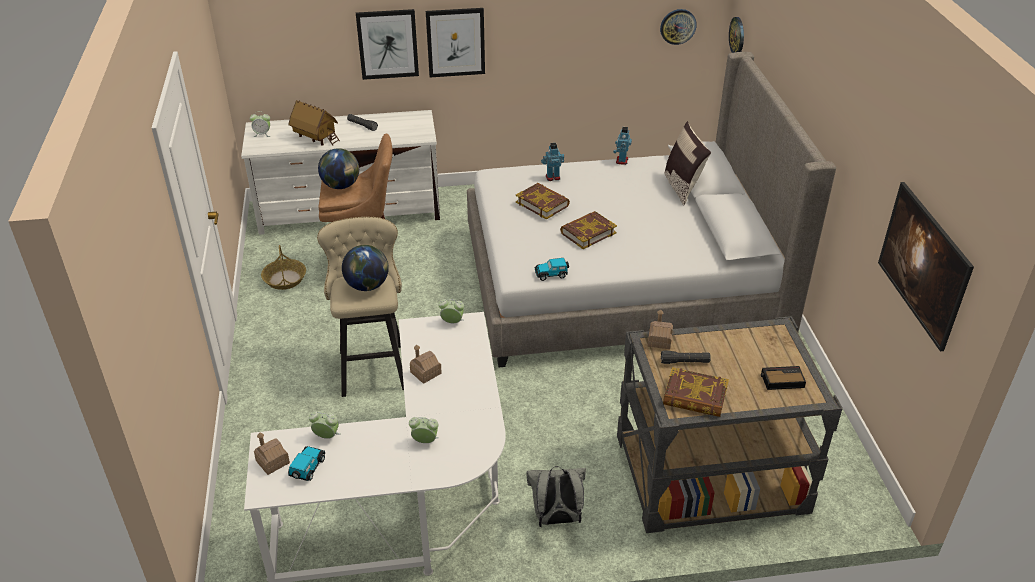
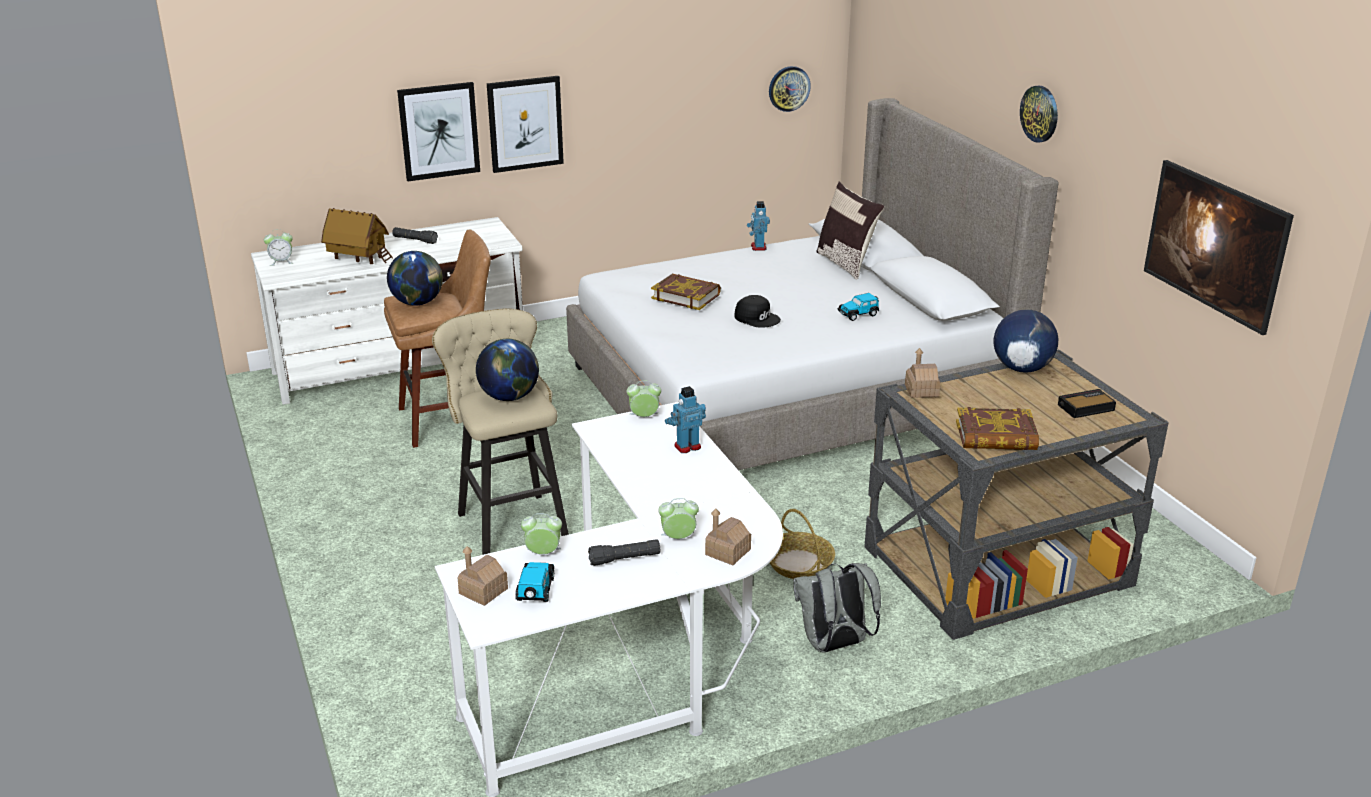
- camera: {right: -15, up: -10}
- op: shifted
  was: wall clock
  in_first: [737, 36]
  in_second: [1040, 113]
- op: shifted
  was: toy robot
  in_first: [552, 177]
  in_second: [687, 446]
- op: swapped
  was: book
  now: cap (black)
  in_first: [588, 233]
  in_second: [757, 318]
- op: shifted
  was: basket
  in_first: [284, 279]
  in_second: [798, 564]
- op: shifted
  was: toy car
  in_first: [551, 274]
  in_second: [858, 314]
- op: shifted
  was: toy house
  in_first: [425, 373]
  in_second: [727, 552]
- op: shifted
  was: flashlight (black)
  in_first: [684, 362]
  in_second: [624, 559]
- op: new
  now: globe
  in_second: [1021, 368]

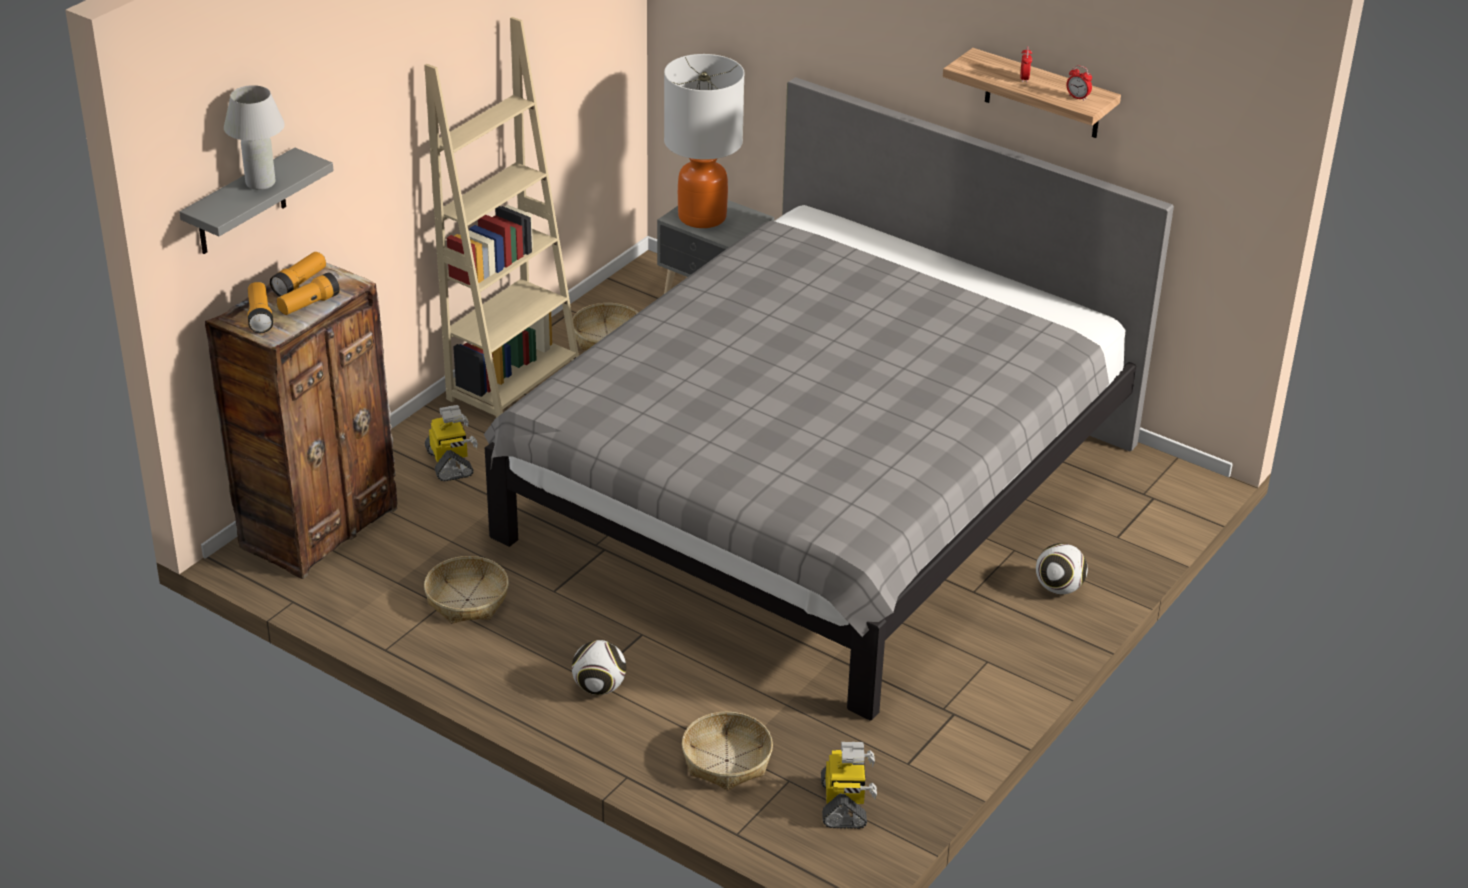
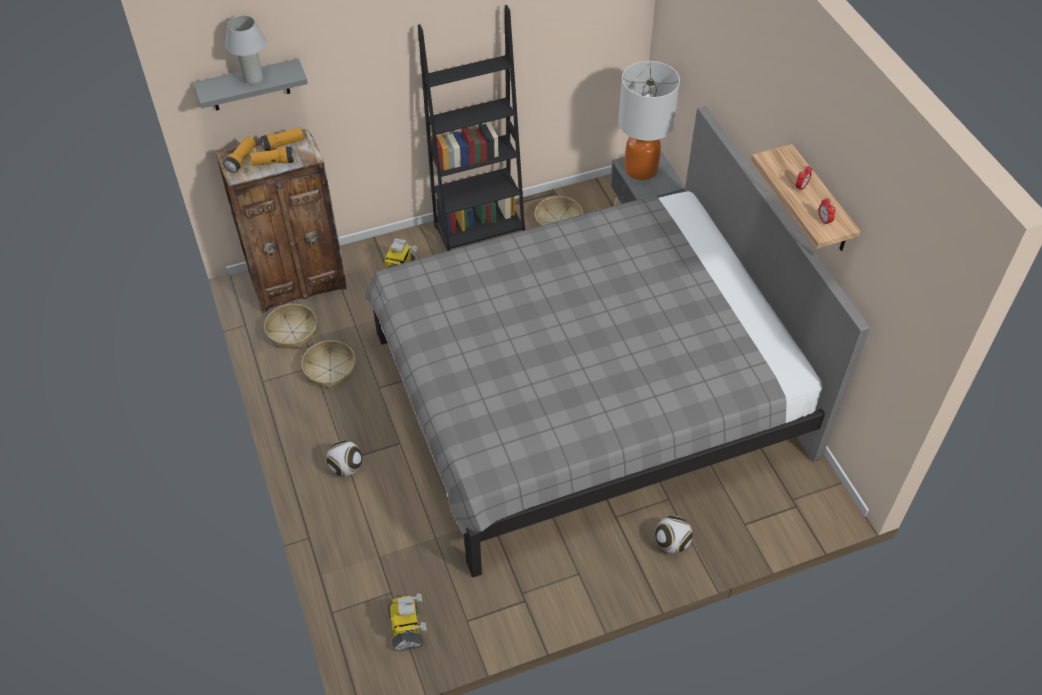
- camera: {right: 35, up: 15}
- op: repainted
  was: bookcase (beige)
  now: bookcase (black)
  in_first: [513, 383]
  in_second: [479, 230]
- op: shifted
  was: basket
  in_first: [727, 760]
  in_second: [292, 332]
- op: rotated
  was: toy robot
  in_first: [845, 804]
  in_second: [406, 628]
  clockwise: -45

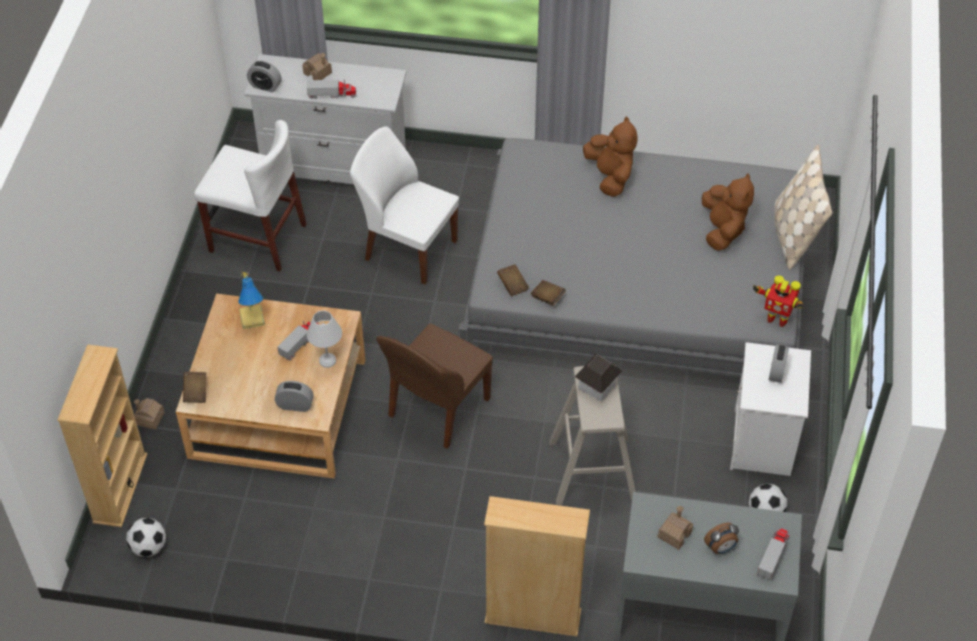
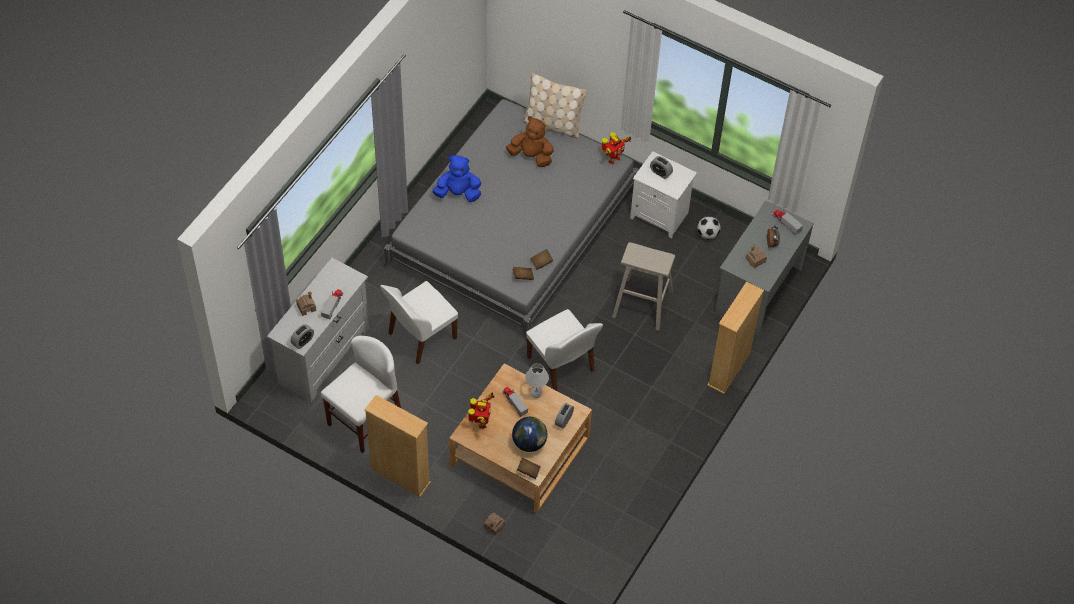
- camera: {right: -70, up: 5}
- op: repainted
  was: plush toy (brown)
  now: plush toy (blue)
  in_first: [610, 176]
  in_second: [458, 193]
- op: swapped
  was: table lamp
  now: toy robot
  in_first: [253, 318]
  in_second: [481, 423]
- op: repainted
  was: chair (brown)
  now: chair (white)
  in_first: [437, 409]
  in_second: [561, 365]
- op: shifted
  was: bookcase (beige)
  in_first: [120, 488]
  in_second: [400, 476]
- op: gone
  was: toy house
  in_first: [597, 386]
- op: gone
  was: football
  in_first: [149, 547]
- op: new
  now: globe
  in_second: [529, 443]

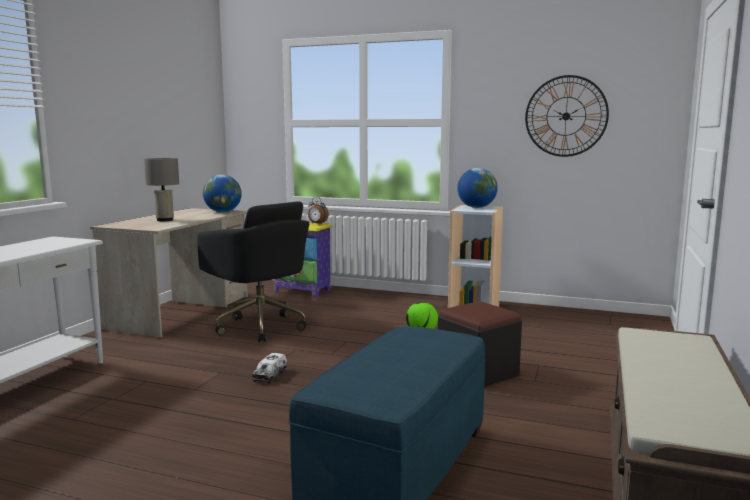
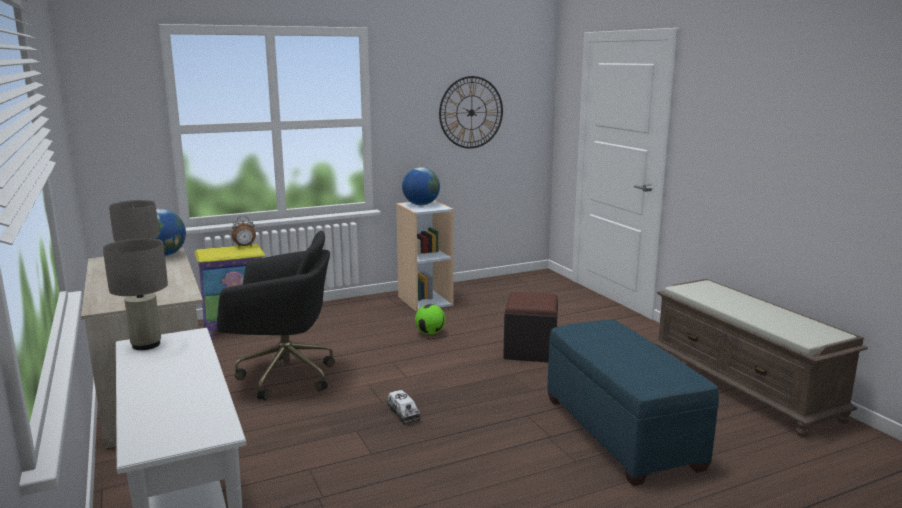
- camera: {right: -45, up: 5}
- op: new
  now: table lamp (grey)
  in_second: [145, 345]

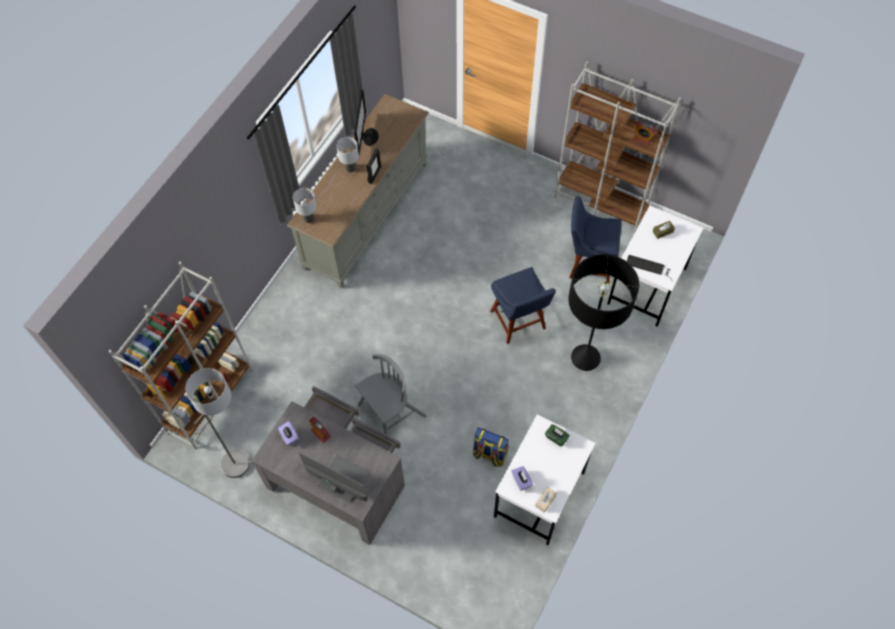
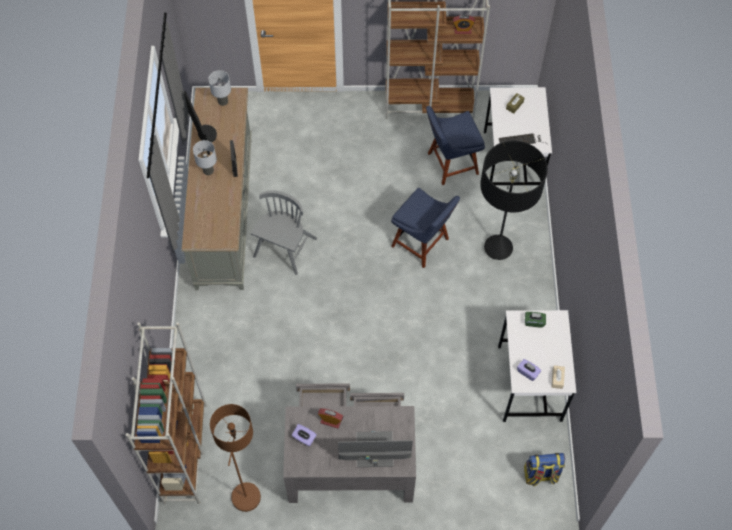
- camera: {right: -30, up: 0}
- op: shifted
  was: table lamp (white)
  in_first: [308, 219]
  in_second: [222, 102]
- op: shifted
  was: chair (grey)
  in_first: [388, 412]
  in_second: [283, 250]
- op: repainted
  was: floor lamp (grey)
  now: floor lamp (brown)
  in_first: [241, 458]
  in_second: [247, 488]
- op: shifted
  was: backpack
  in_first: [489, 454]
  in_second: [540, 475]

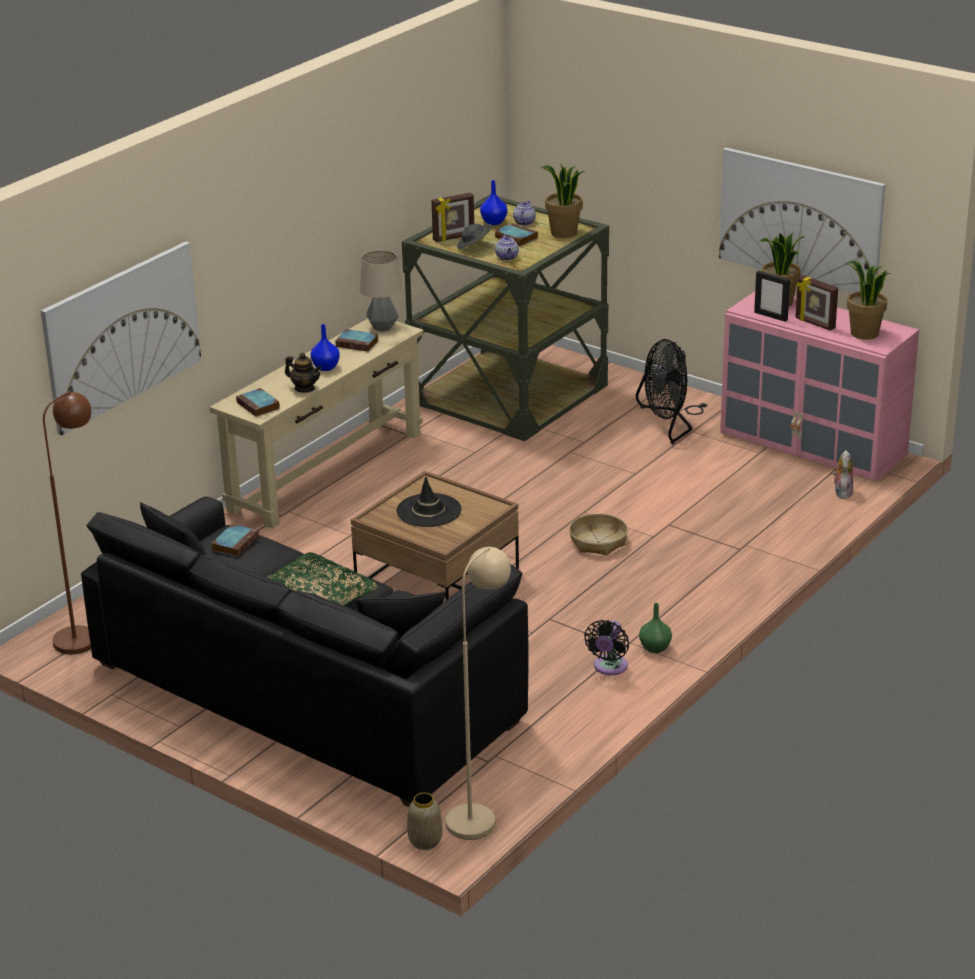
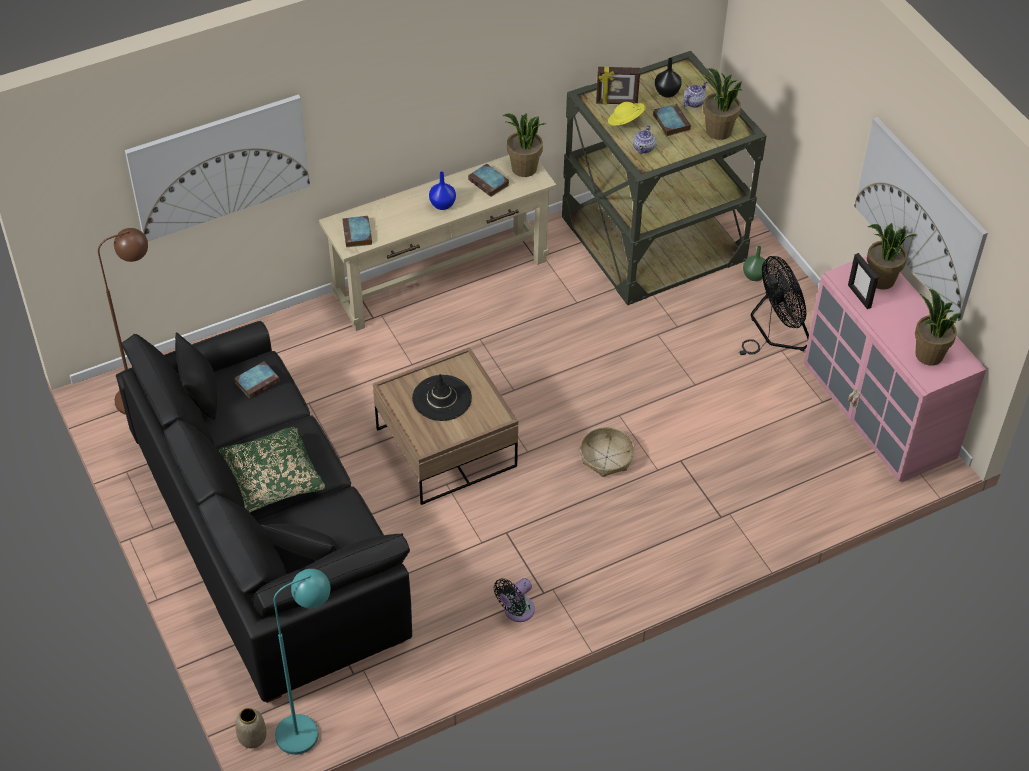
- camera: {right: 25, up: 20}
- op: repainted
  was: vase (blue)
  now: vase (black)
  in_first: [494, 222]
  in_second: [667, 92]
- op: repainted
  was: hat (grey)
  now: hat (yellow)
  in_first: [474, 245]
  in_second: [625, 122]
- op: swapped
  was: table lamp
  now: potted plant
  in_first: [383, 327]
  in_second: [524, 169]
- op: gone
  was: picture frame
  in_first: [814, 324]
- op: rotated
  was: fan (black)
  in_first: [671, 421]
  in_second: [771, 329]
  clockwise: 150
- op: gone
  was: teapot
  in_first: [304, 388]
- op: gone
  was: plush toy
  in_first: [842, 492]
- op: repainted
  was: floor lamp (beige)
  now: floor lamp (turquoise)
  in_first: [479, 815]
  in_second: [309, 730]
- op: shifted
  was: vase (green)
  in_first: [655, 648]
  in_second: [755, 276]

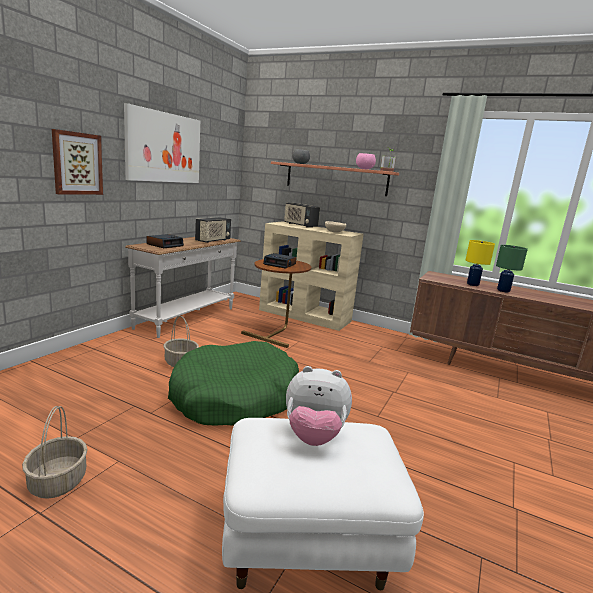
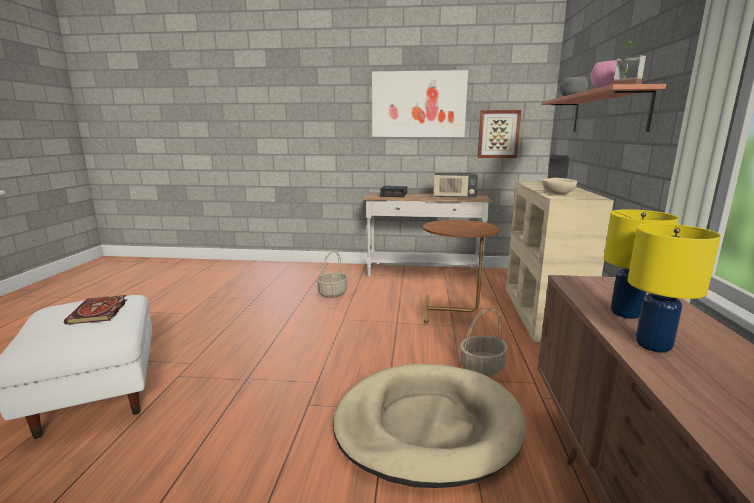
- camera: {right: 70, up: 0}
- op: shifted
  was: picture
  in_first: [77, 163]
  in_second: [498, 134]
- op: repainted
  was: table lamp (green)
  now: table lamp (yellow)
  in_first: [502, 291]
  in_second: [651, 345]
- op: gone
  was: alarm clock
  in_first: [280, 264]
- op: gone
  was: dog bed (green)
  in_first: [234, 397]
- op: swapped
  was: plush toy
  now: book
  in_first: [314, 436]
  in_second: [99, 312]
- op: shifted
  was: basket
  in_first: [57, 481]
  in_second: [482, 367]
- op: new
  now: dog bed (beige)
  in_second: [427, 426]

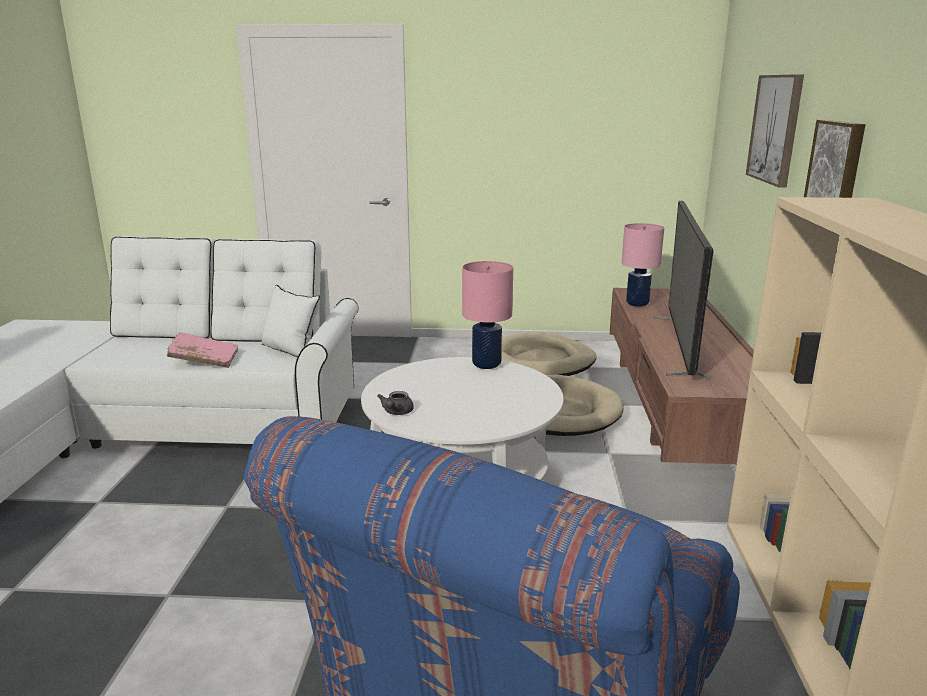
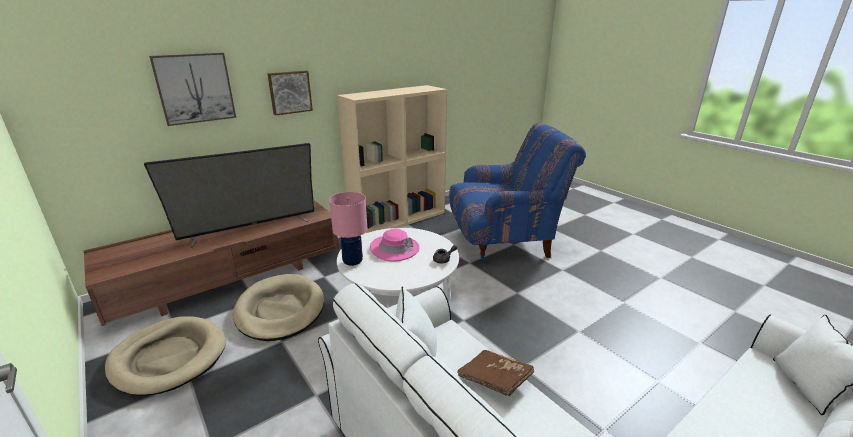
- camera: {right: -130, up: 5}
- op: gone
  was: table lamp (pink)
  in_first: [637, 305]
- op: repainted
  was: book (pink)
  now: book (brown)
  in_first: [204, 361]
  in_second: [494, 380]
- op: new
  now: hat (pink)
  in_second: [394, 248]

